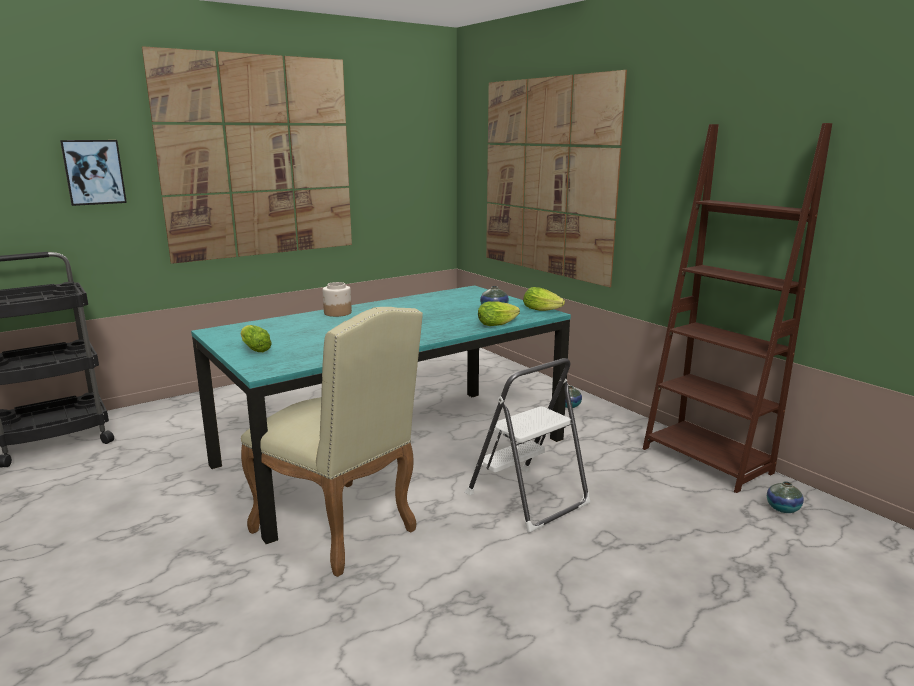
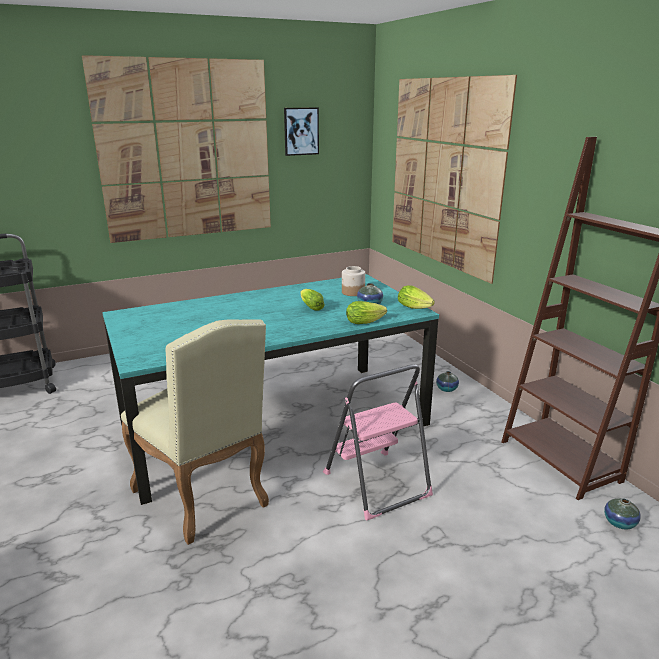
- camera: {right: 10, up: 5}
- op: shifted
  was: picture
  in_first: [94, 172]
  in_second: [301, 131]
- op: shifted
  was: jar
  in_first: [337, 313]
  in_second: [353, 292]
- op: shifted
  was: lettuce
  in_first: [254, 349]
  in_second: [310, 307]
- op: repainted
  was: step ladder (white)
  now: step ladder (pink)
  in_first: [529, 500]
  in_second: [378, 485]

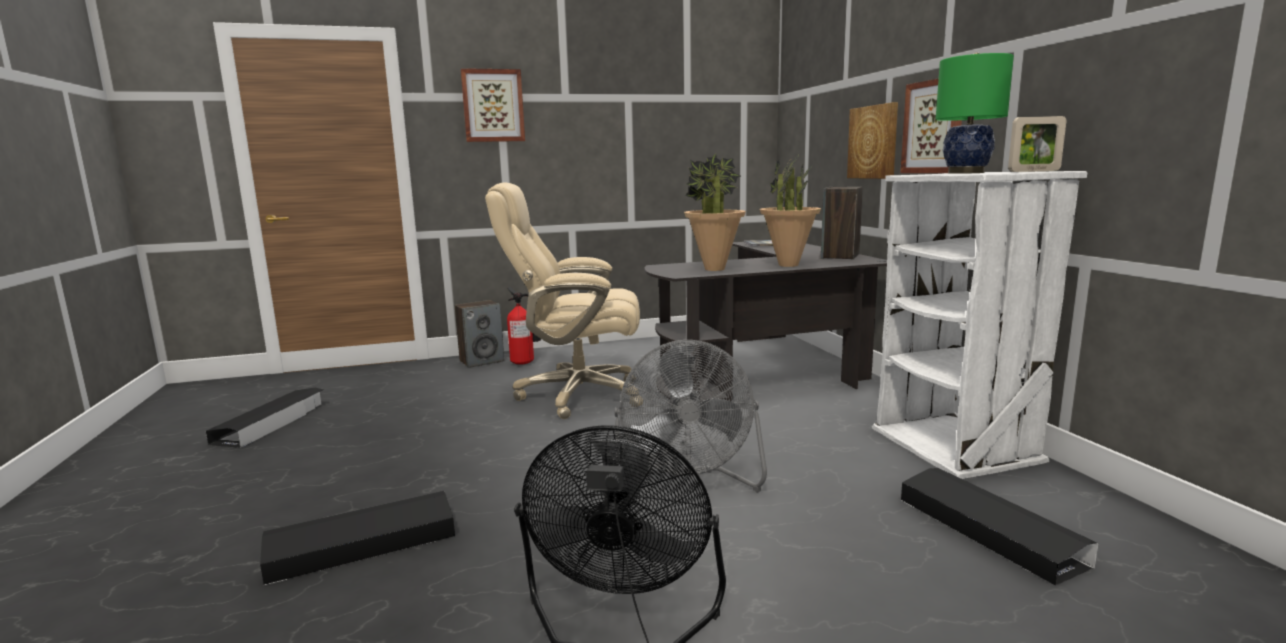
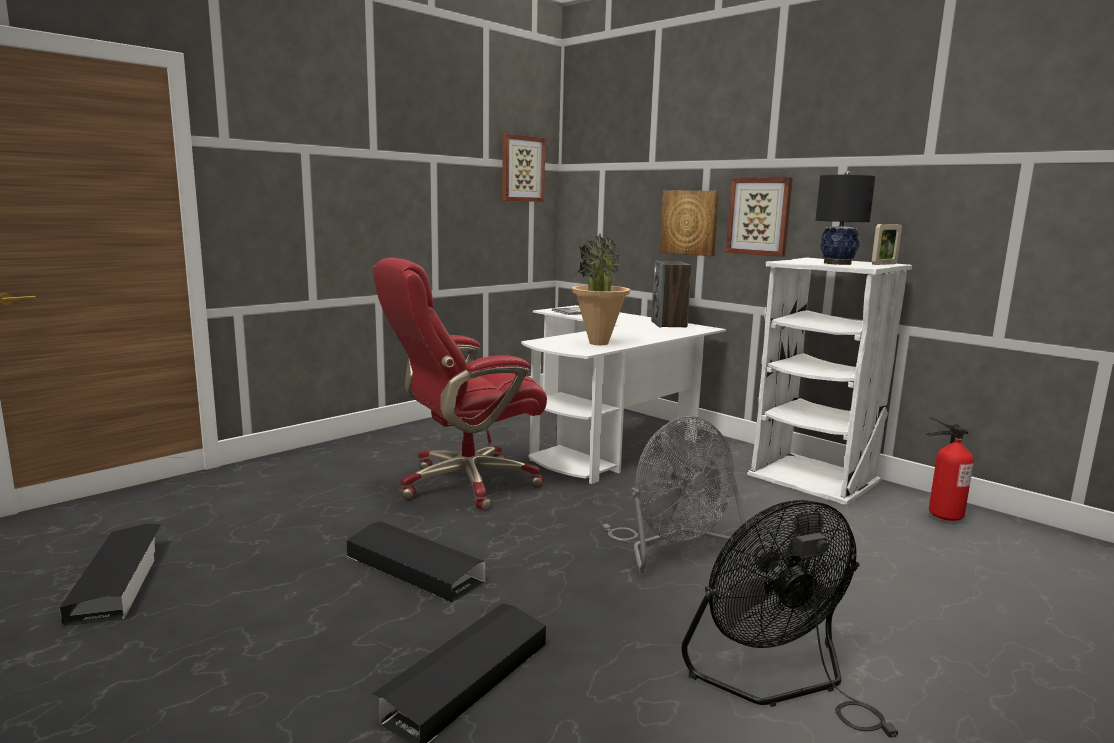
- camera: {right: -30, up: 0}
- op: repainted
  was: table lamp (green)
  now: table lamp (black)
  in_first: [966, 173]
  in_second: [837, 263]
- op: shifted
  was: picture
  in_first: [493, 106]
  in_second: [522, 169]
- op: gone
  was: potted plant
  in_first: [788, 265]
- op: repainted
  was: office chair (beige)
  now: office chair (red)
  in_first: [576, 396]
  in_second: [463, 485]
- op: repainted
  was: desk (black)
  now: desk (white)
  in_first: [772, 371]
  in_second: [611, 435]
- op: shifted
  was: fire extinguisher
  in_first: [525, 362]
  in_second: [942, 515]
- op: gone
  was: speaker
  in_first: [482, 361]
- op: shifted
  was: storage box (black)
  in_first: [987, 530]
  in_second: [414, 568]

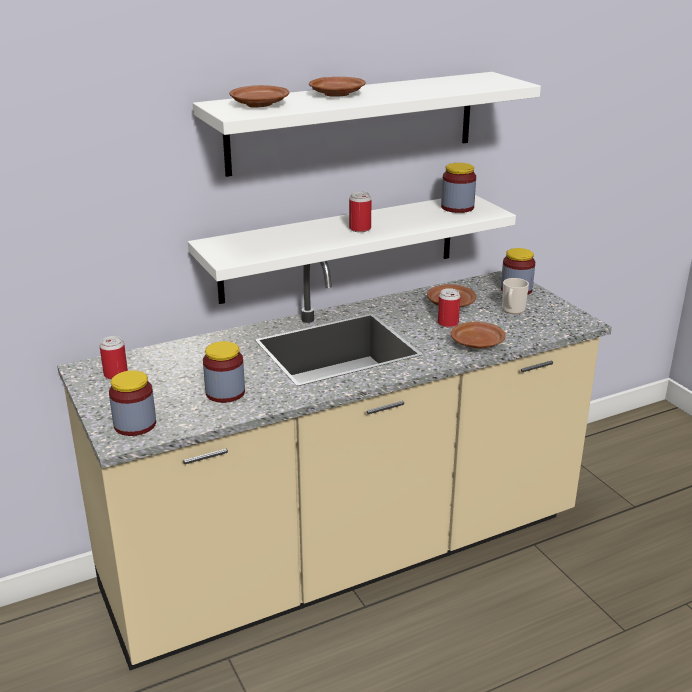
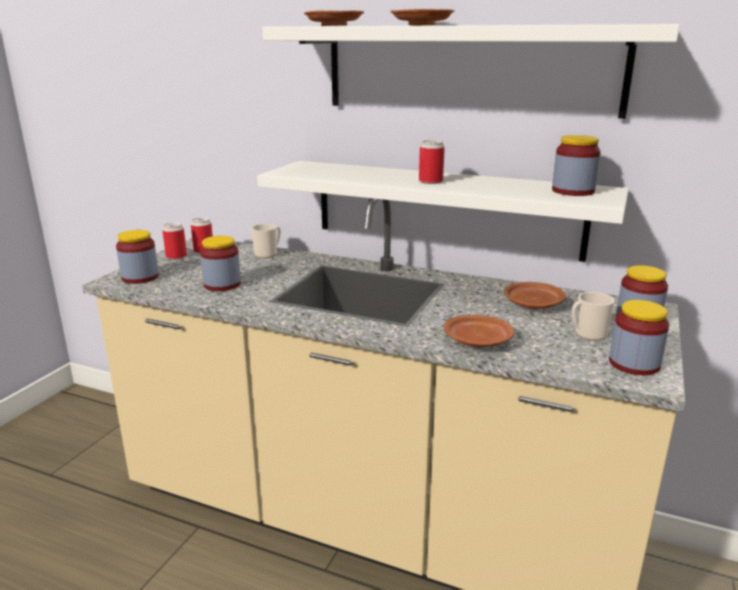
- camera: {right: 50, up: -5}
- op: shifted
  was: can
  in_first: [448, 323]
  in_second: [176, 256]
- op: new
  now: mug
  in_second: [268, 254]
- op: new
  now: jar
  in_second: [634, 364]

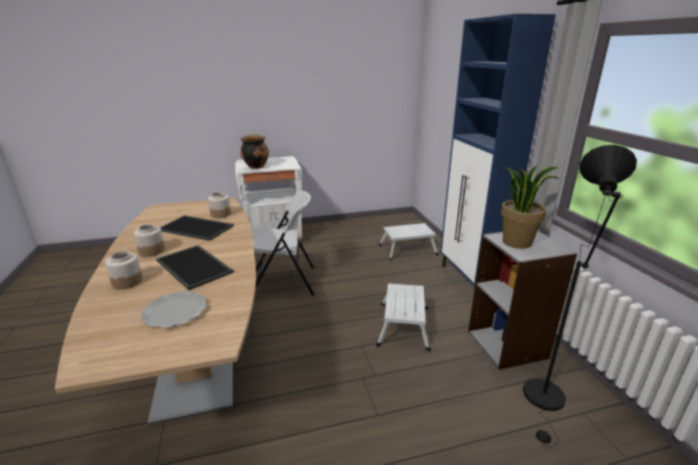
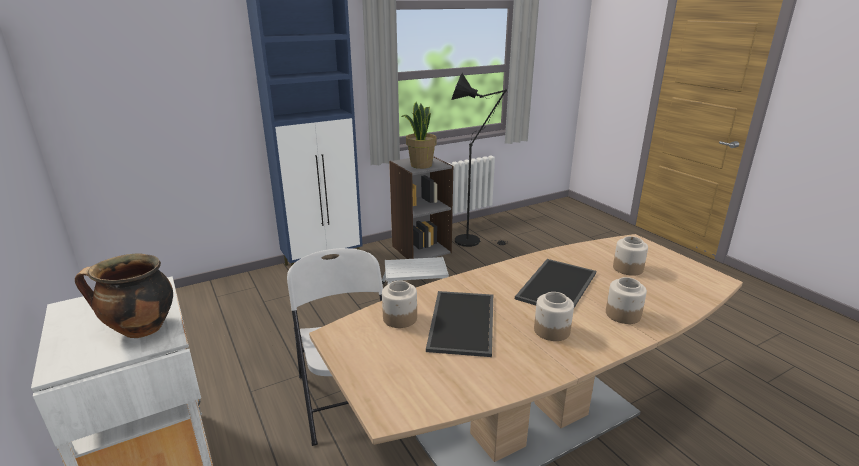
- camera: {right: -105, up: 0}
- op: gone
  was: step ladder (white)
  in_first: [408, 249]
- op: swapped
  was: plate
  now: jar
  in_first: [175, 312]
  in_second: [627, 268]

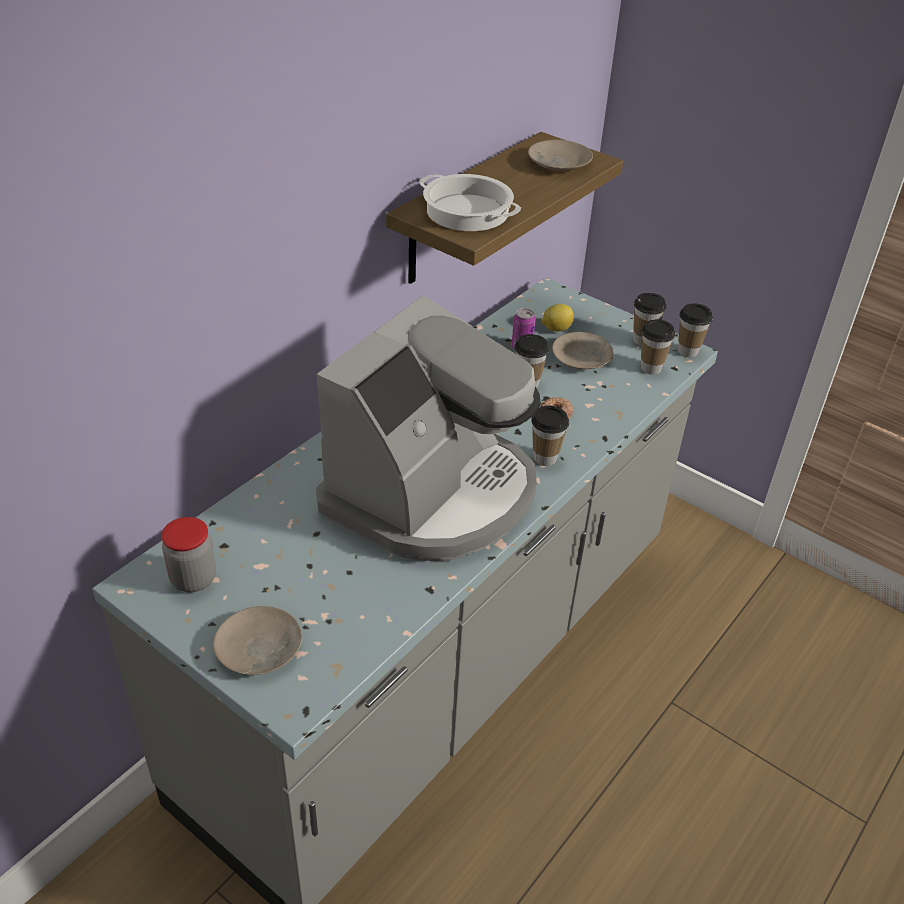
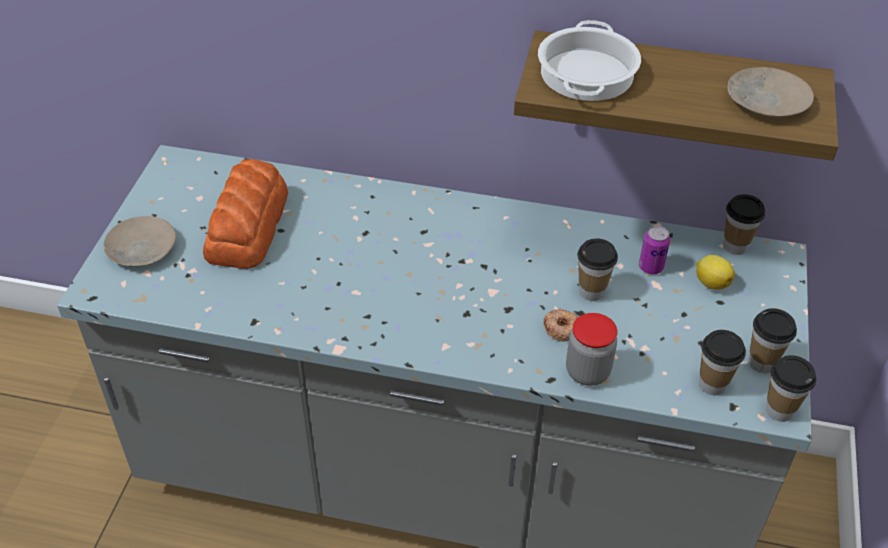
- camera: {right: 65, up: 5}
- op: gone
  was: coffee machine
  in_first: [432, 494]
- op: gone
  was: plate (beige)
  in_first: [582, 357]
- op: shifted
  was: cup
  in_first: [545, 458]
  in_second: [735, 246]
- op: shifted
  was: jar
  in_first: [193, 579]
  in_second: [587, 372]
- op: new
  now: bread
  in_second: [249, 225]

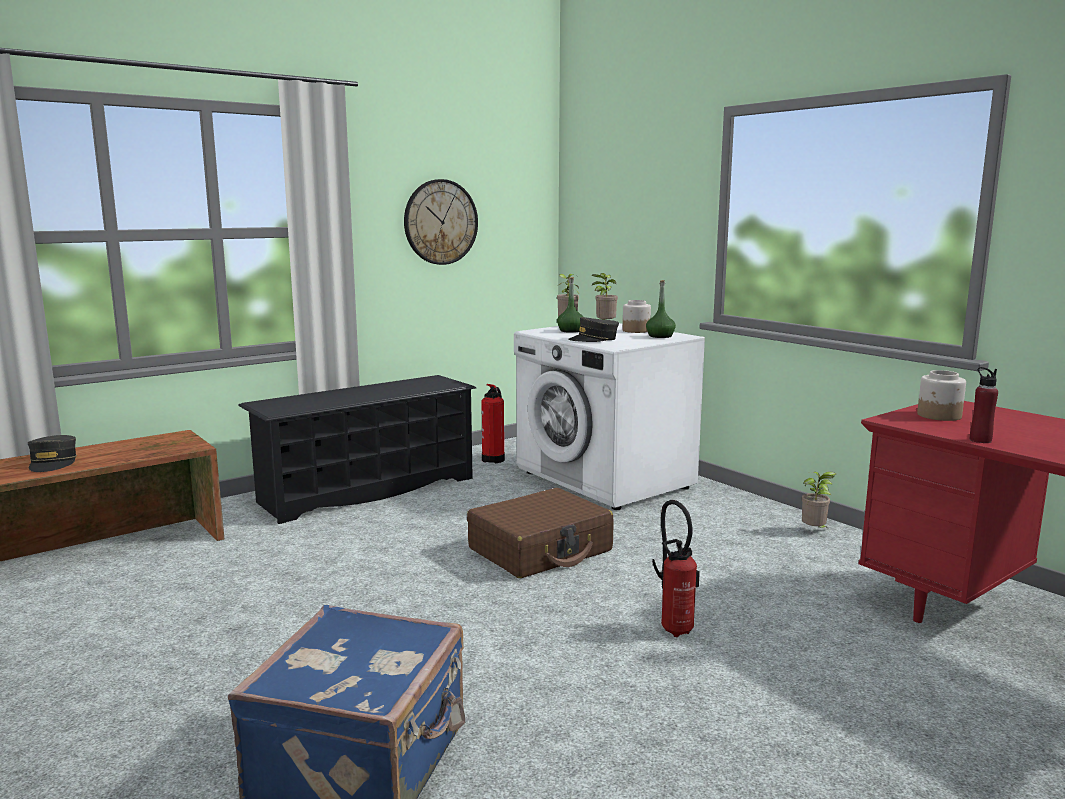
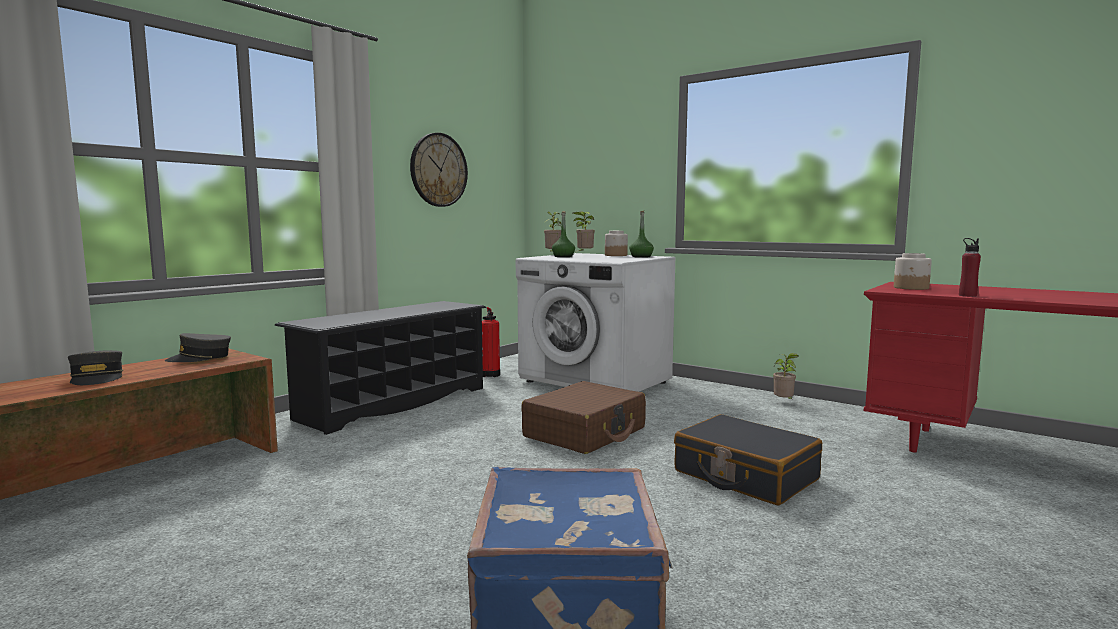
- camera: {right: -15, up: -5}
- op: shifted
  was: cap (grey)
  in_first: [594, 339]
  in_second: [200, 358]
- op: swapped
  was: fire extinguisher
  now: suitcase (black)
  in_first: [675, 628]
  in_second: [745, 476]

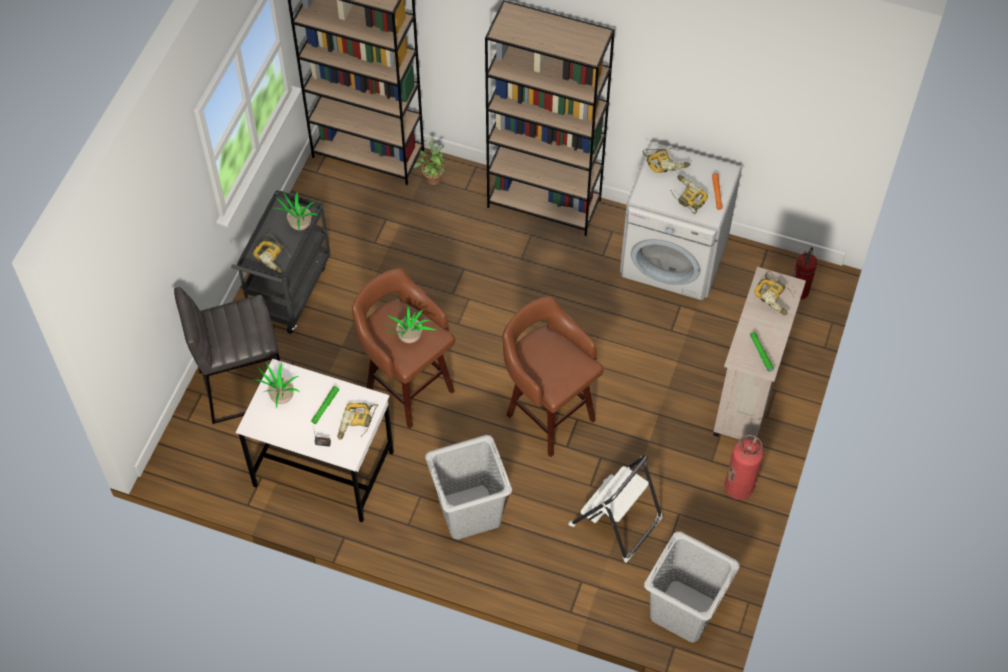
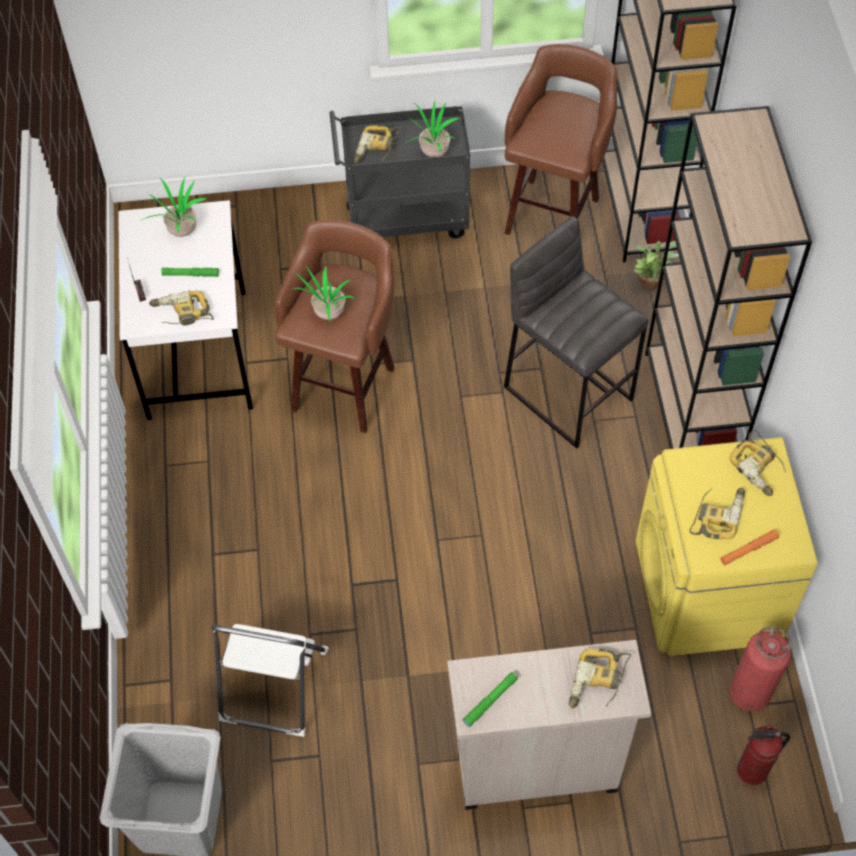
- camera: {right: 65, up: 0}
- op: repainted
  was: washing machine (white)
  now: washing machine (yellow)
  in_first: [674, 258]
  in_second: [705, 590]
- op: shifted
  was: stool (grey)
  in_first: [243, 386]
  in_second: [568, 391]
- op: shifted
  was: stool (brown)
  in_first: [548, 414]
  in_second: [554, 213]
- op: gone
  was: laundry basket (grey)
  in_first: [469, 511]
- op: shifted
  was: fire extinguisher
  in_first: [738, 488]
  in_second: [749, 693]

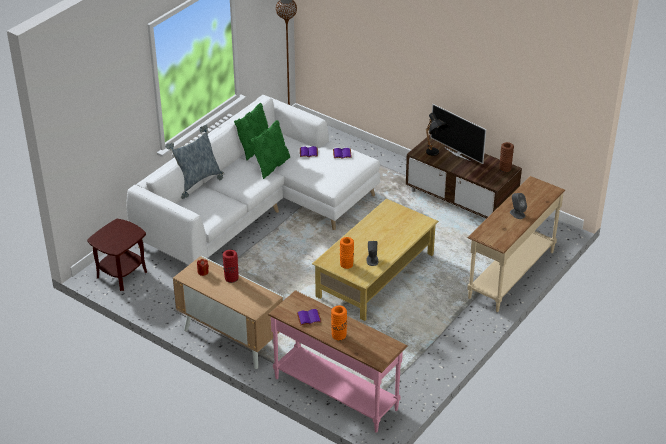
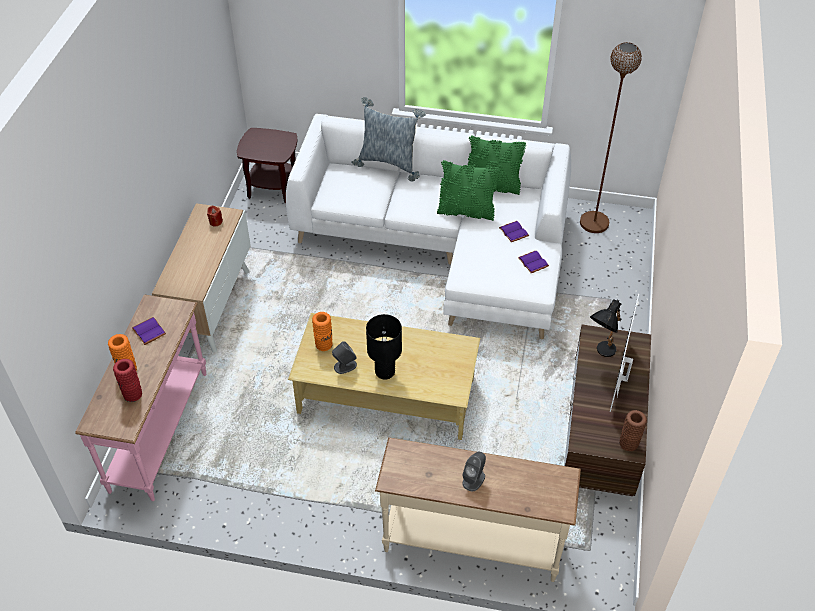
- camera: {right: 65, up: 10}
- op: shifted
  was: vase (red)
  in_first: [231, 278]
  in_second: [132, 394]
- op: new
  now: table lamp (black)
  in_second: [385, 373]

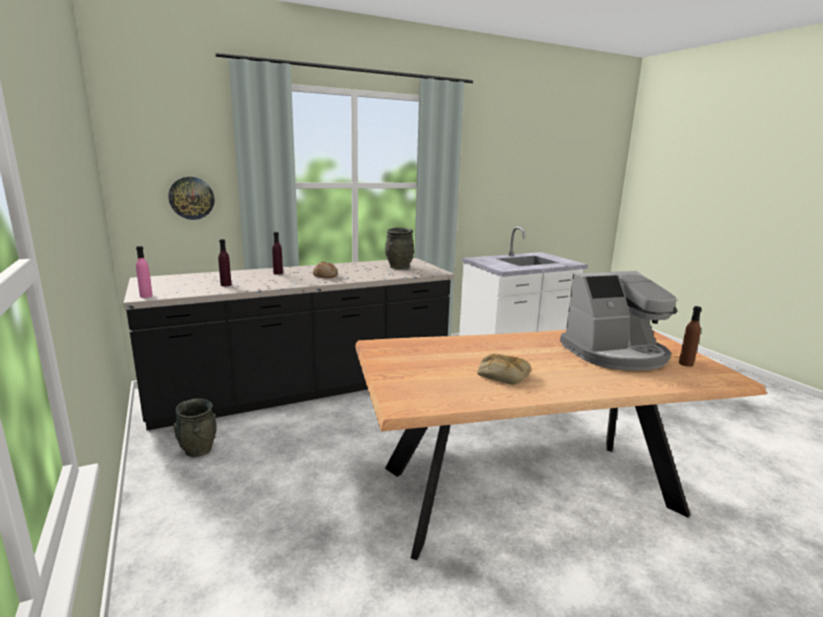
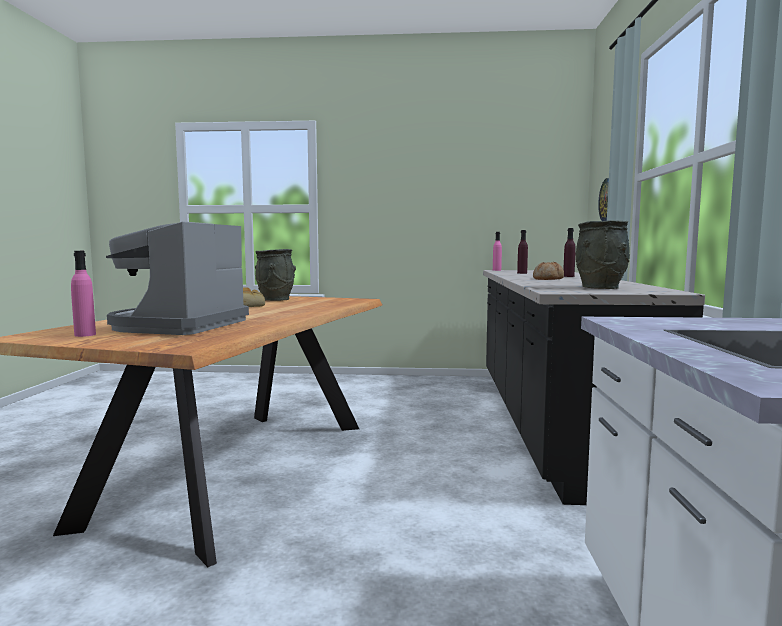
- camera: {right: 120, up: -10}
- op: repainted
  was: bottle (brown)
  now: bottle (pink)
  in_first: [686, 363]
  in_second: [85, 335]
- op: shifted
  was: vase (grey)
  in_first: [198, 450]
  in_second: [276, 299]

